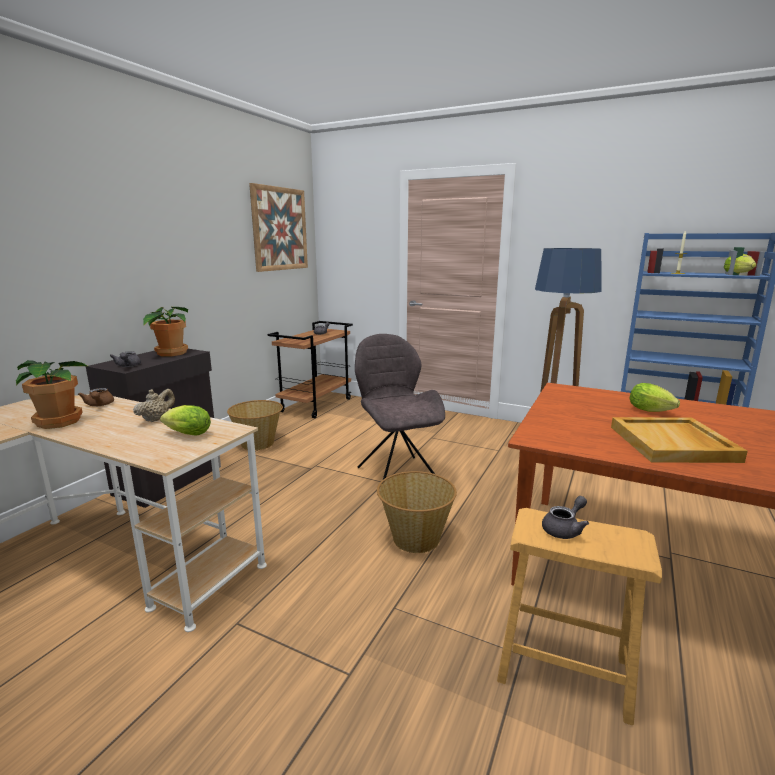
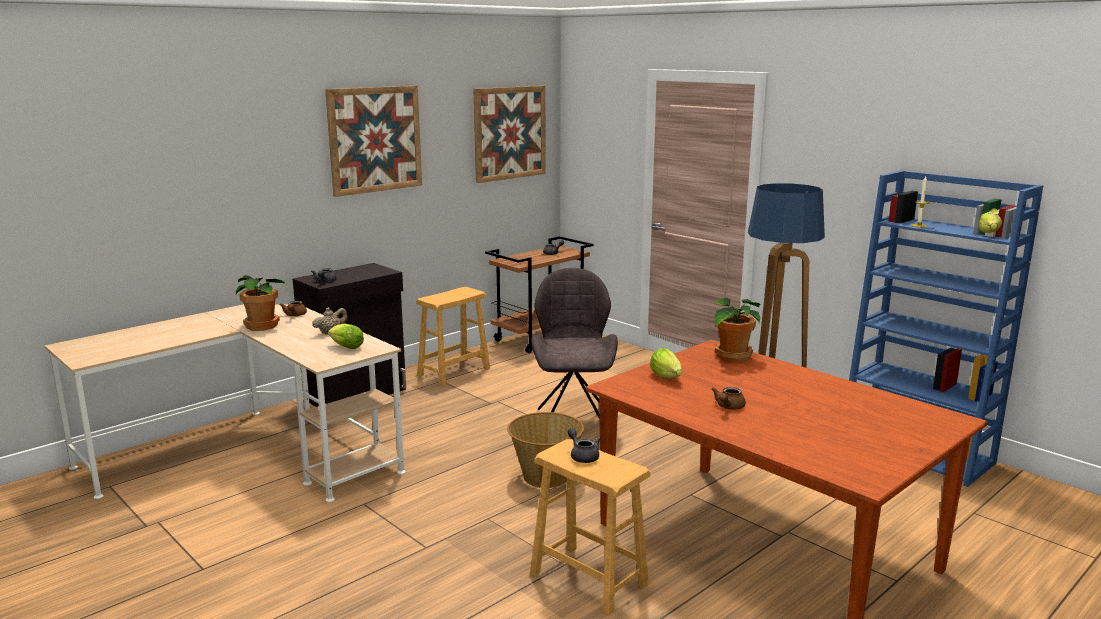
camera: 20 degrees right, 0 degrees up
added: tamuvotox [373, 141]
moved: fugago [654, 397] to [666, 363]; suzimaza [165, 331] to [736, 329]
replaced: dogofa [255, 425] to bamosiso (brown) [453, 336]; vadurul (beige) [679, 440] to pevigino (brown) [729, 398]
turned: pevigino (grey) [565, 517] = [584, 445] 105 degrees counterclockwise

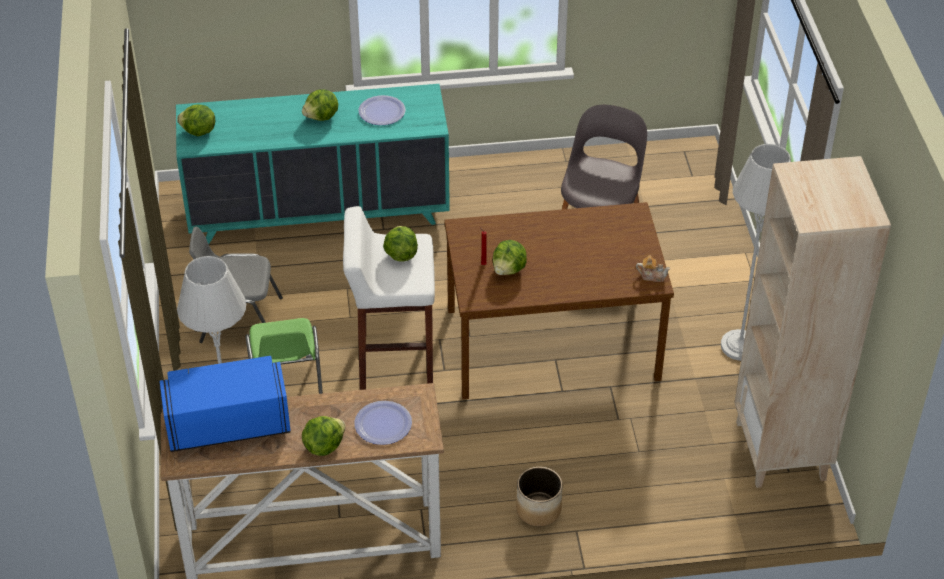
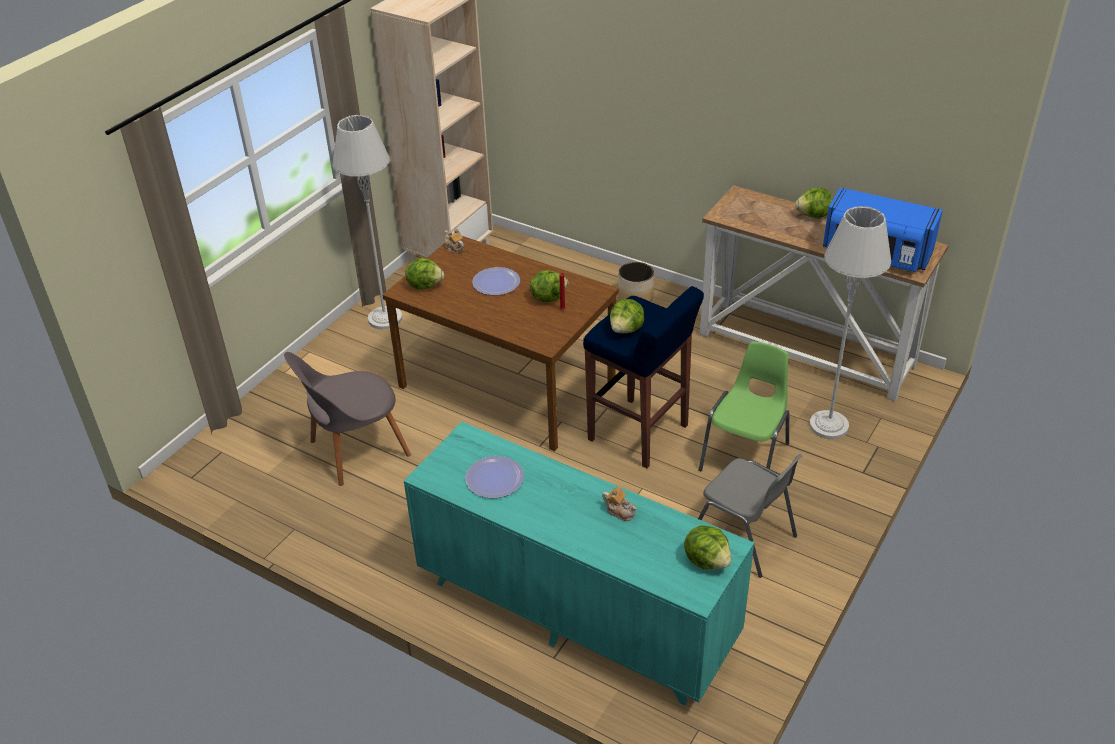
camera: 140 degrees left, 5 degrees down
added: pevigino [619, 504]
moved: fugago [320, 105] to [424, 274]; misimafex [383, 423] to [496, 281]
recoloured: bamosiso (white) [389, 298] to bamosiso (blue) [643, 377]

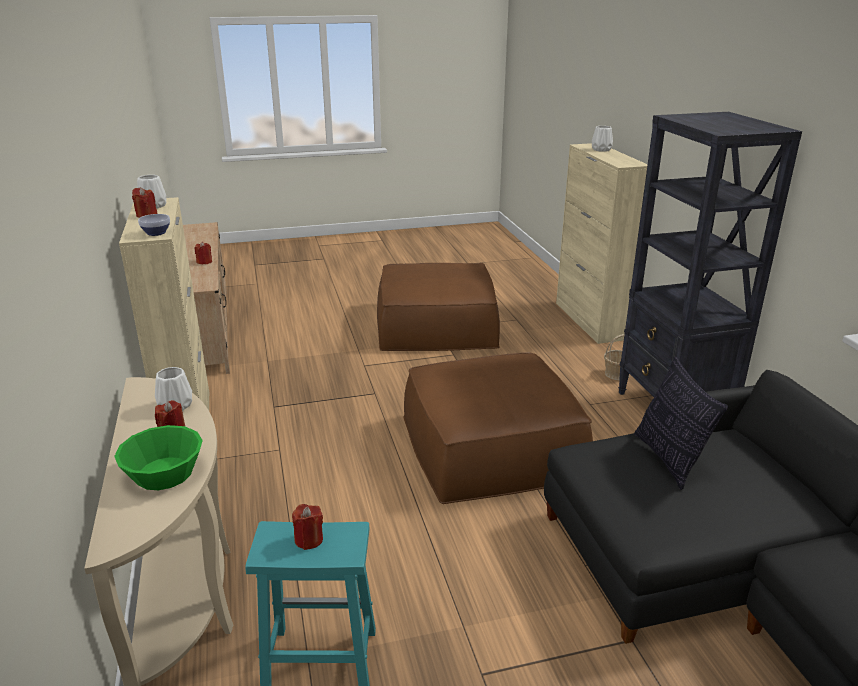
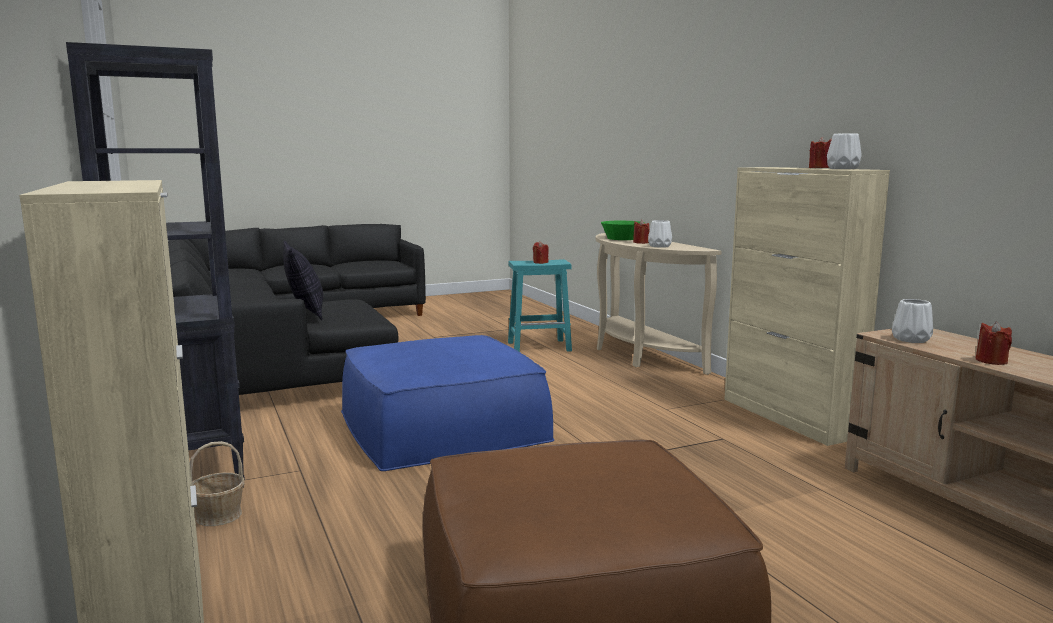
camera: 170 degrees right, 15 degrees down
removed: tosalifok [154, 225]
moved: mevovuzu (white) [602, 139] to [912, 321]
recoloured: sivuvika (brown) [498, 428] to sivuvika (blue) [447, 403]

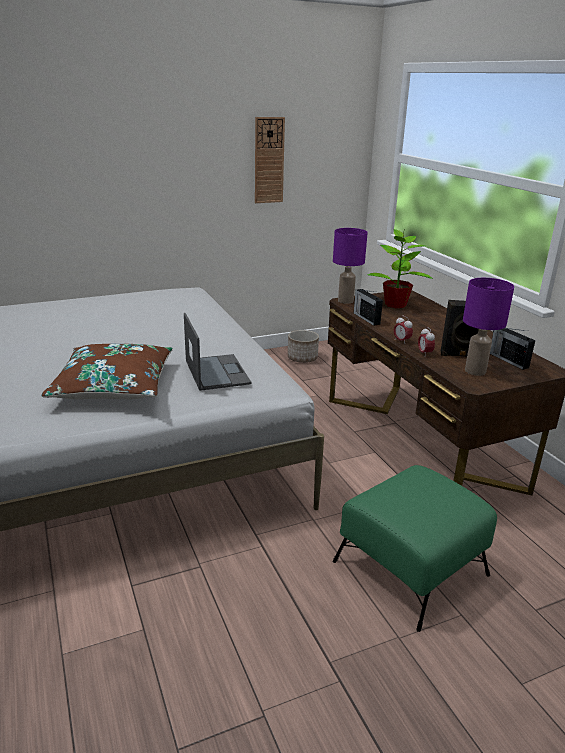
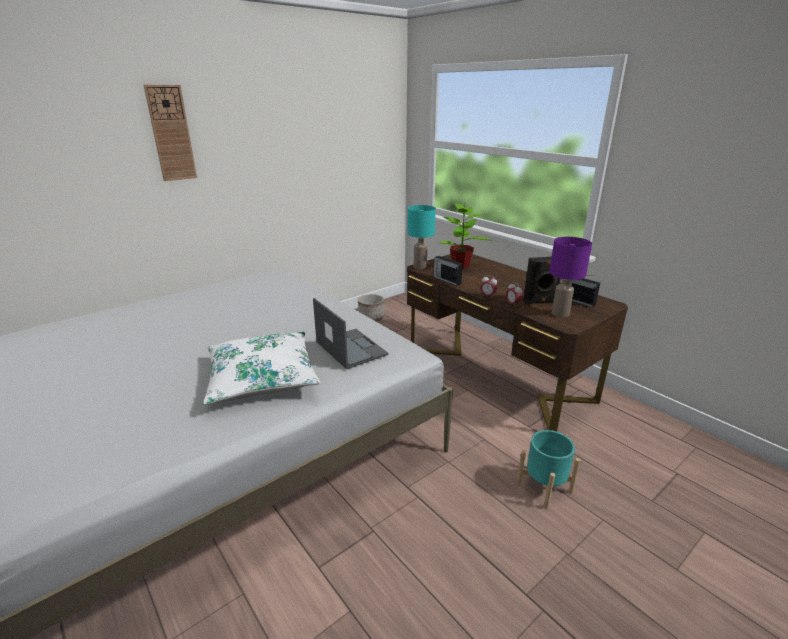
camera: 15 degrees left, 0 degrees up
moved: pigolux [270, 160] to [170, 133]
replaced: sivuvika (green) [415, 548] to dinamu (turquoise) [548, 470]
recoloured: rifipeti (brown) [107, 371] to rifipeti (white) [261, 368]; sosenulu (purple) [350, 266] to sosenulu (turquoise) [421, 237]

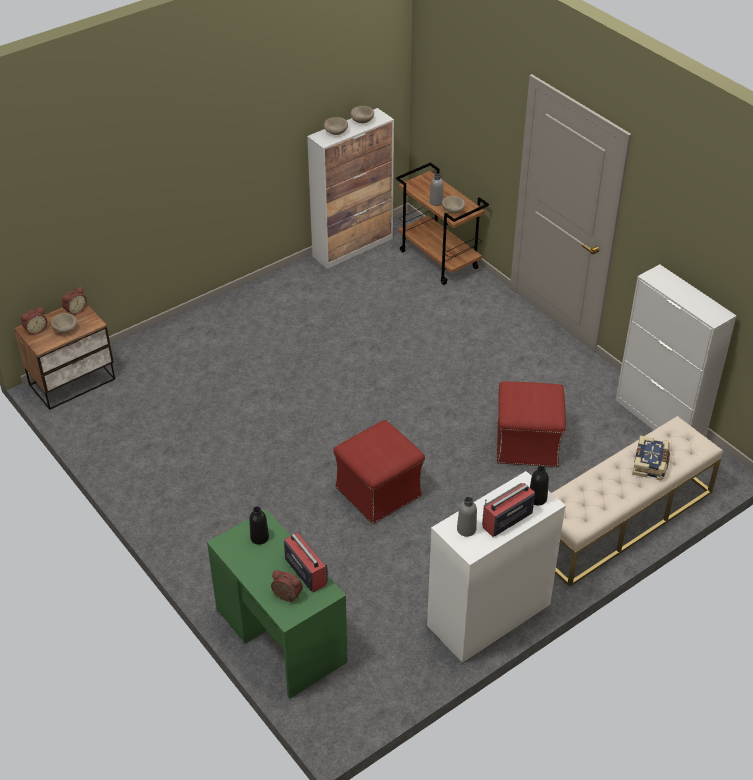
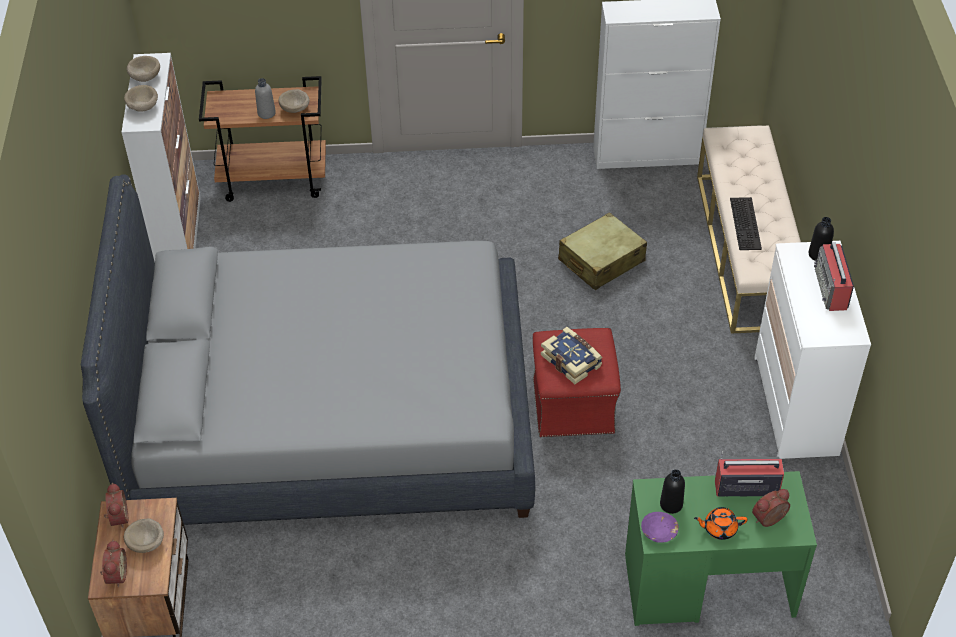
camera: 55 degrees left, 5 degrees up
removed: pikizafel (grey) [467, 517]
added: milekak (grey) [308, 349]; tosalifok (purple) [660, 527]; pevigino (orange) [720, 523]; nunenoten [746, 223]
moved: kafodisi [651, 458] to [572, 355]
replaced: sivuvika (red) [531, 424] to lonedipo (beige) [602, 251]

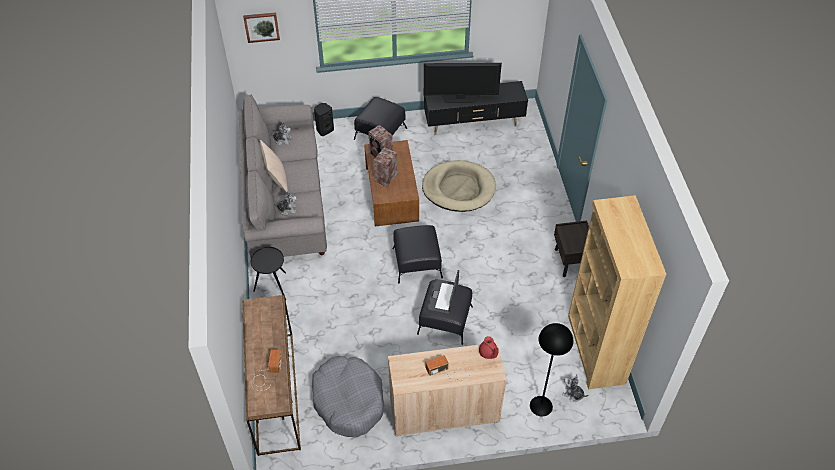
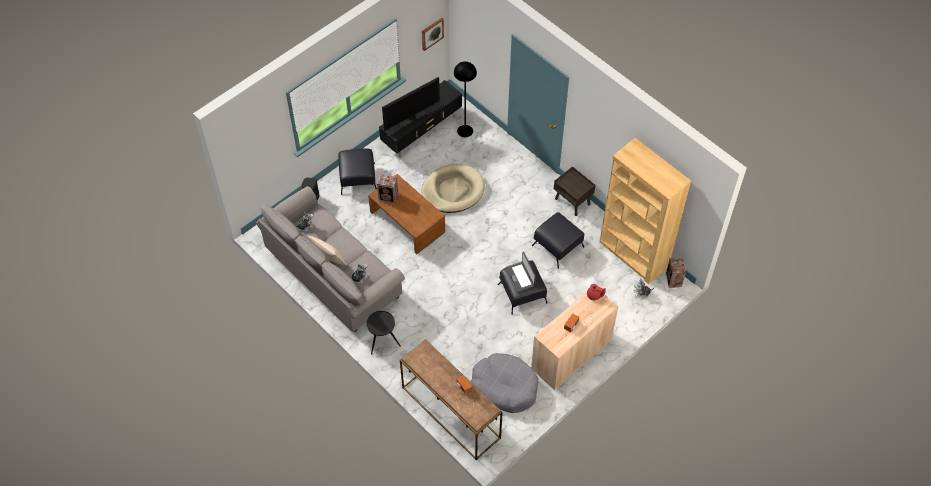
camera: 35 degrees left, 5 degrees up
moved: tamuvotox [261, 27] to [433, 34]; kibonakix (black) [551, 369] to [465, 99]; sivuvika (black) [417, 254] to [558, 240]; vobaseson [385, 167] to [676, 273]

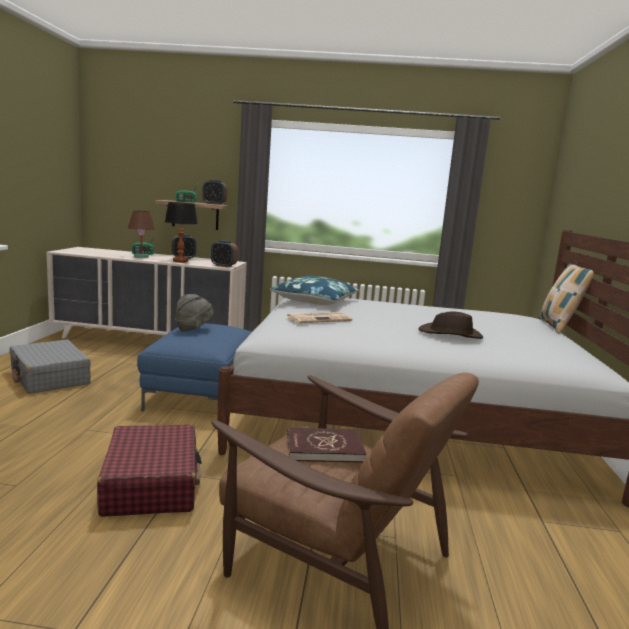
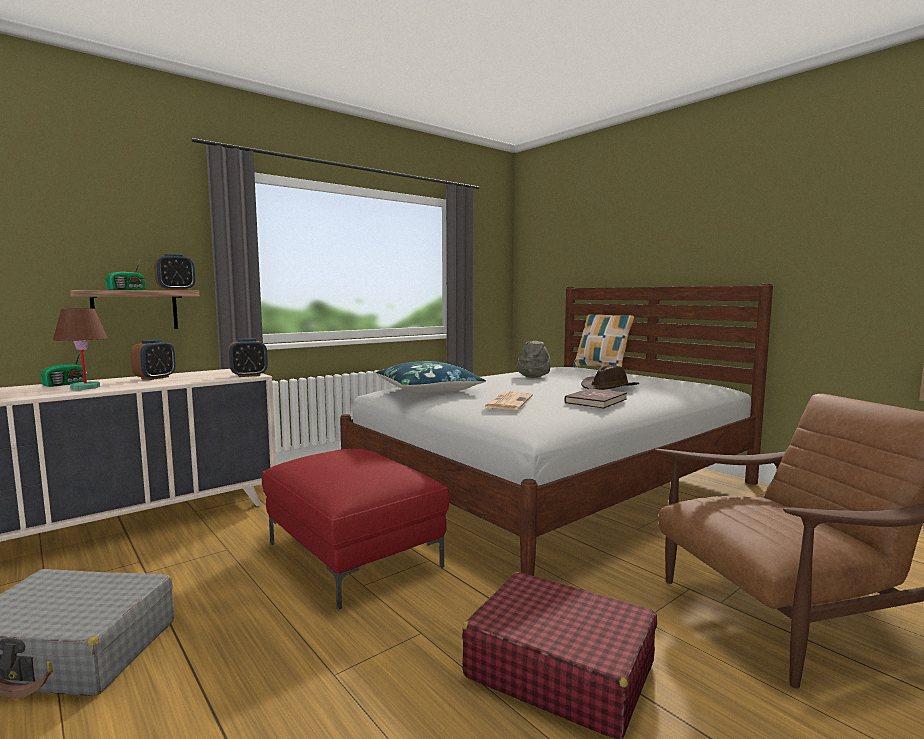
camera: 45 degrees left, 5 degrees down
removed: sosenulu [181, 232]
moved: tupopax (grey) [194, 312] to [534, 359]; kafodisi (red) [326, 445] to [596, 398]
recoloured: sivuvika (blue) [194, 367] to sivuvika (red) [356, 529]

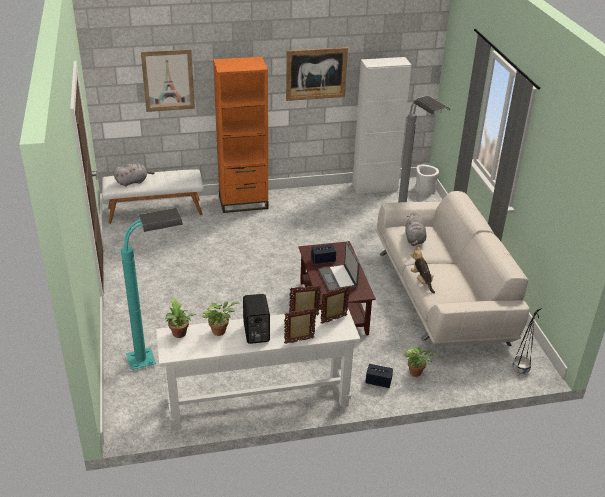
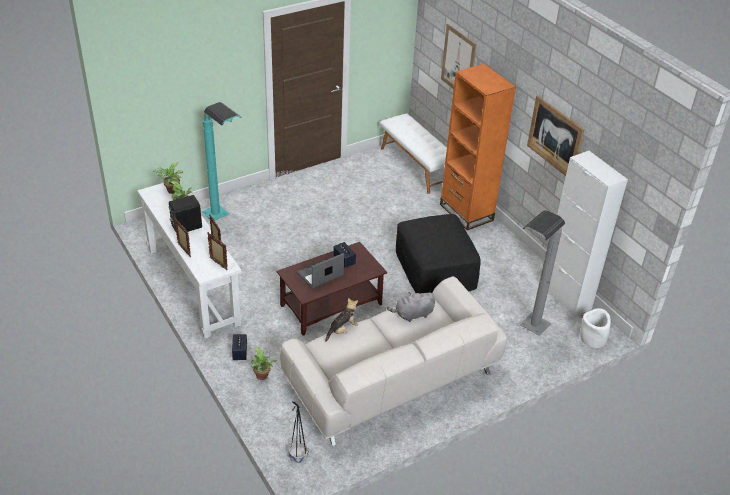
camera: 70 degrees right, 5 degrees up
removed: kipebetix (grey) [134, 175]
added: sivuvika (black) [438, 254]

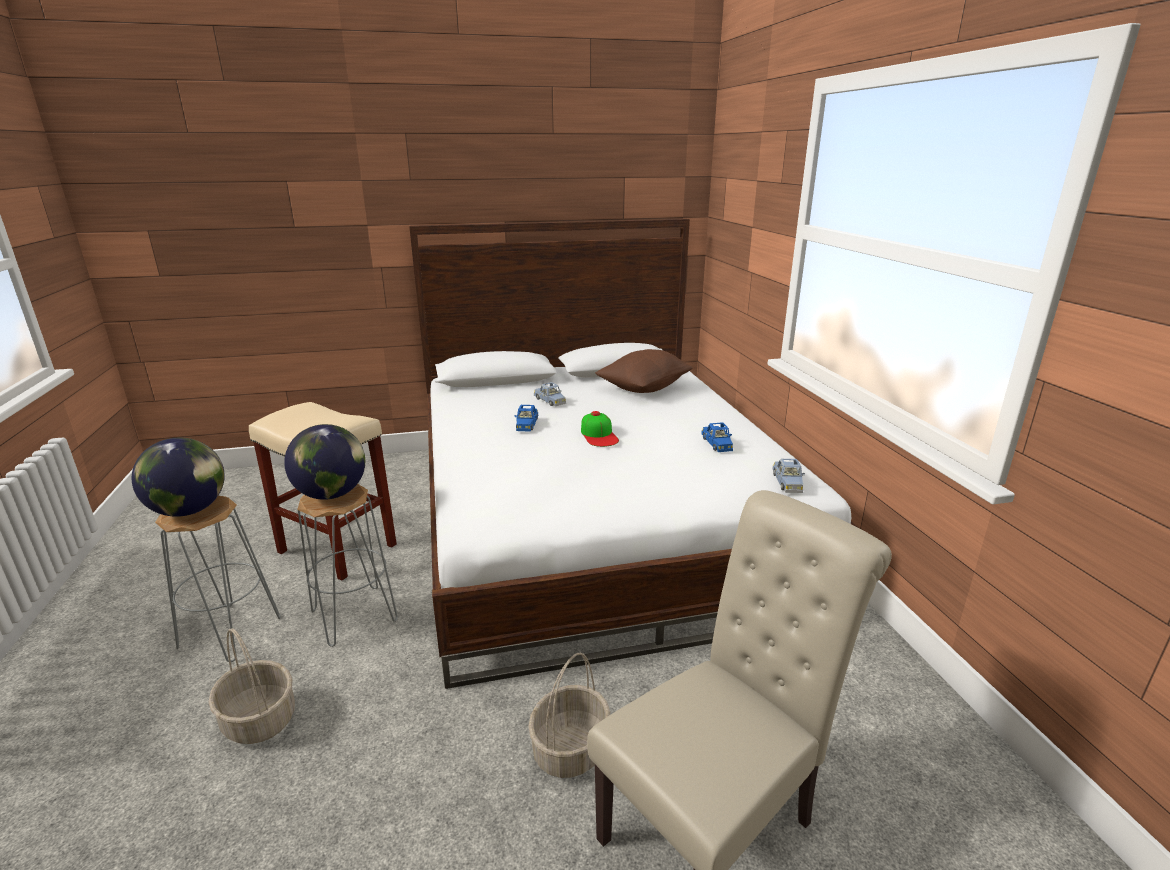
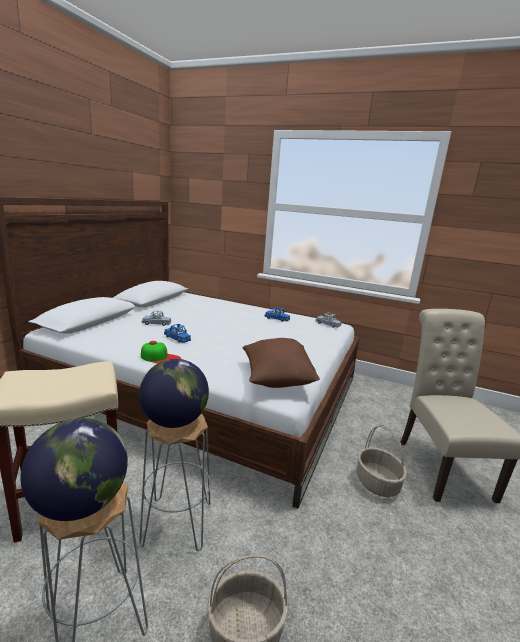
camera: 55 degrees left, 5 degrees down
moved: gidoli [600, 429] to [161, 352]; rifipeti (brown) [644, 371] to [281, 363]

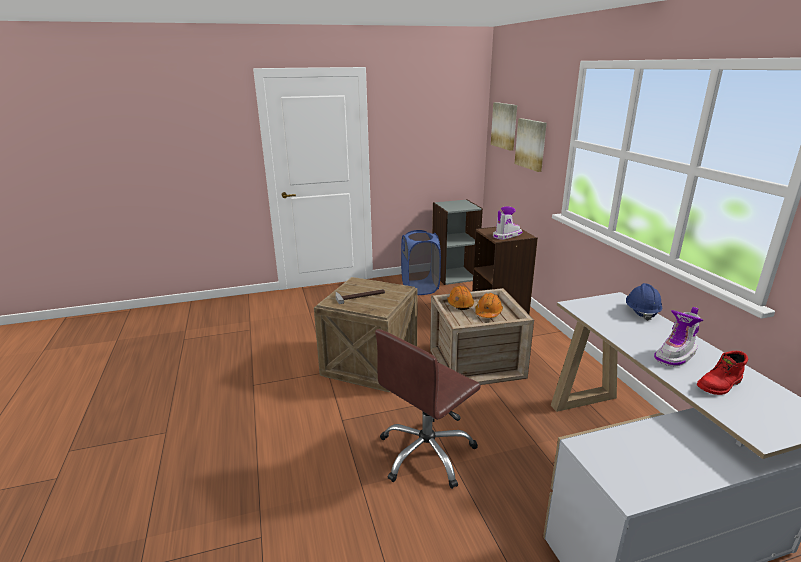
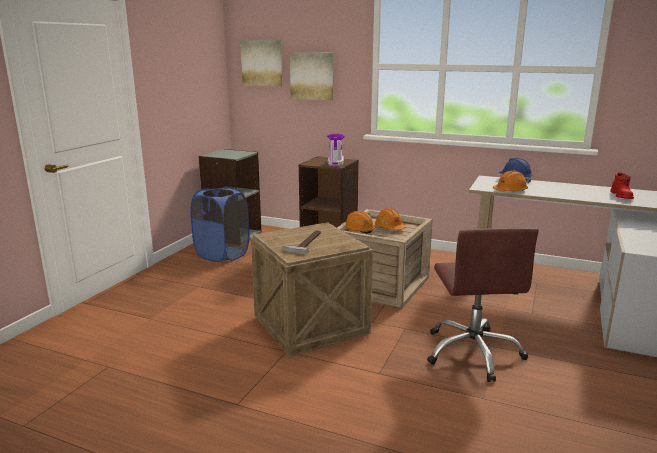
camera: 50 degrees left, 5 degrees down
removed: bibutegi [679, 337]
added: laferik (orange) [510, 181]

